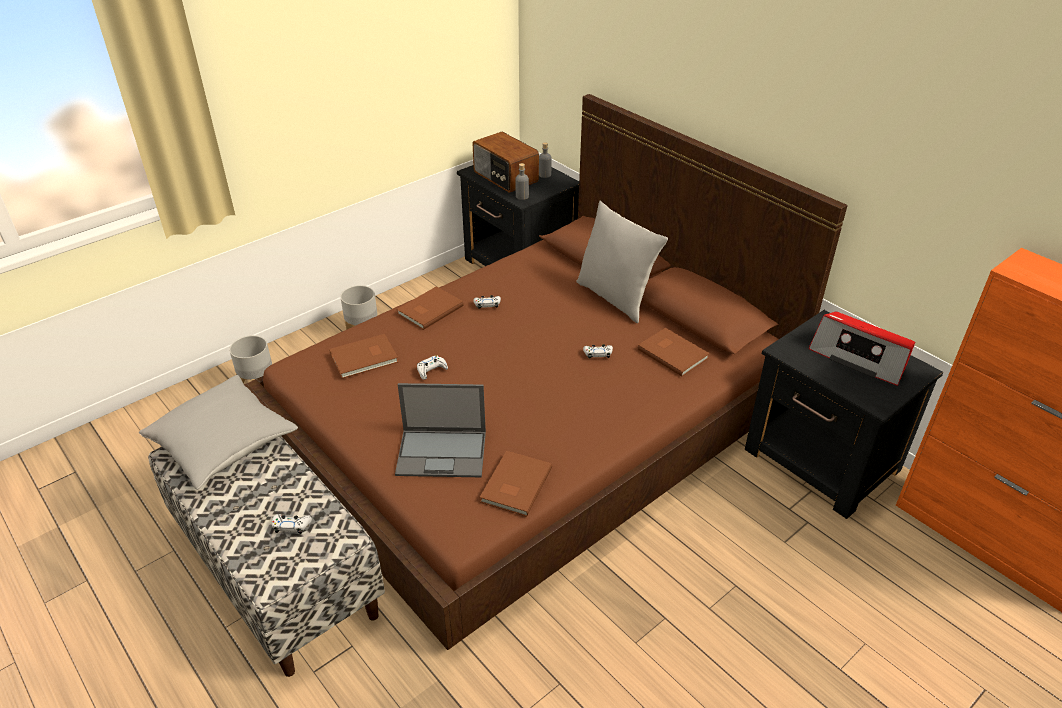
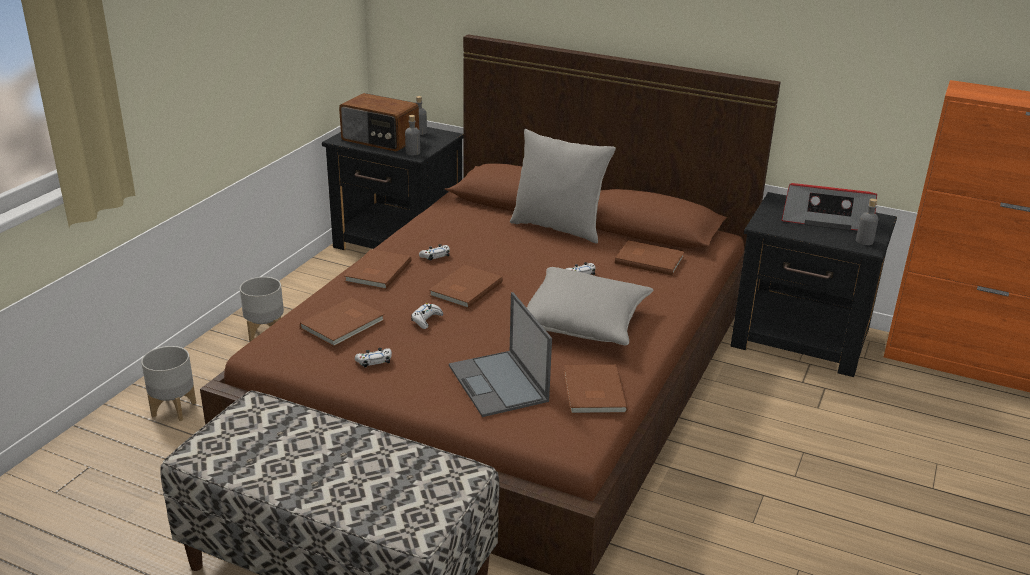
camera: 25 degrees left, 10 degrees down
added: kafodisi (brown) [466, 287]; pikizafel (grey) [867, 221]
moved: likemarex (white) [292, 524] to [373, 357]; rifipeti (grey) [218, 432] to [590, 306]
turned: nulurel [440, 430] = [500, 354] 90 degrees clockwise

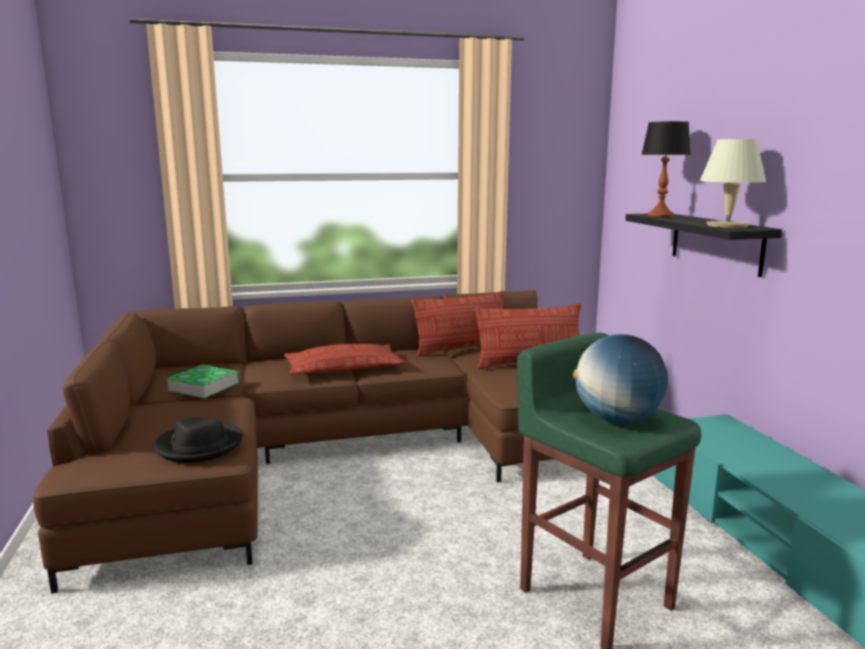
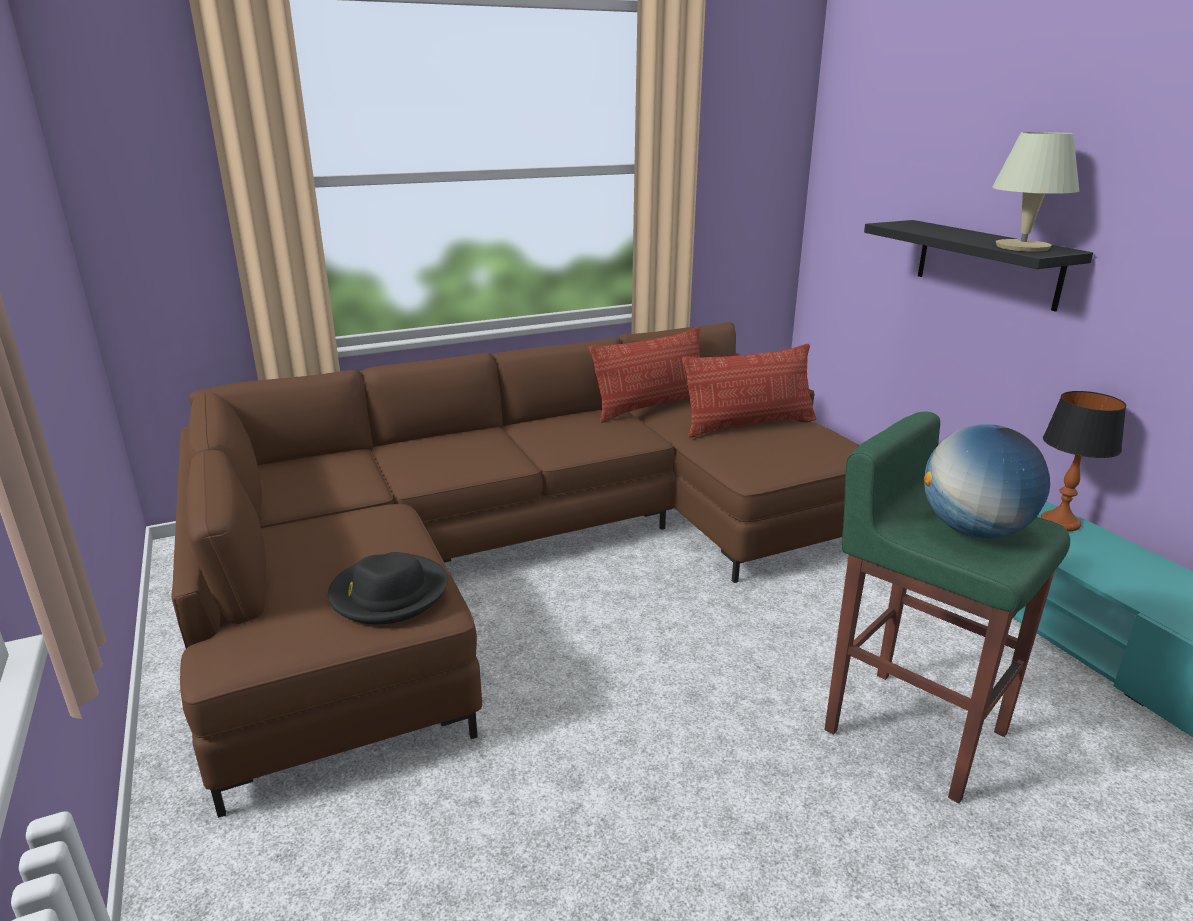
camera: 10 degrees left, 10 degrees up
removed: kafodisi [203, 382]; rifipeti [345, 359]
moved: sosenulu [666, 169] to [1083, 461]

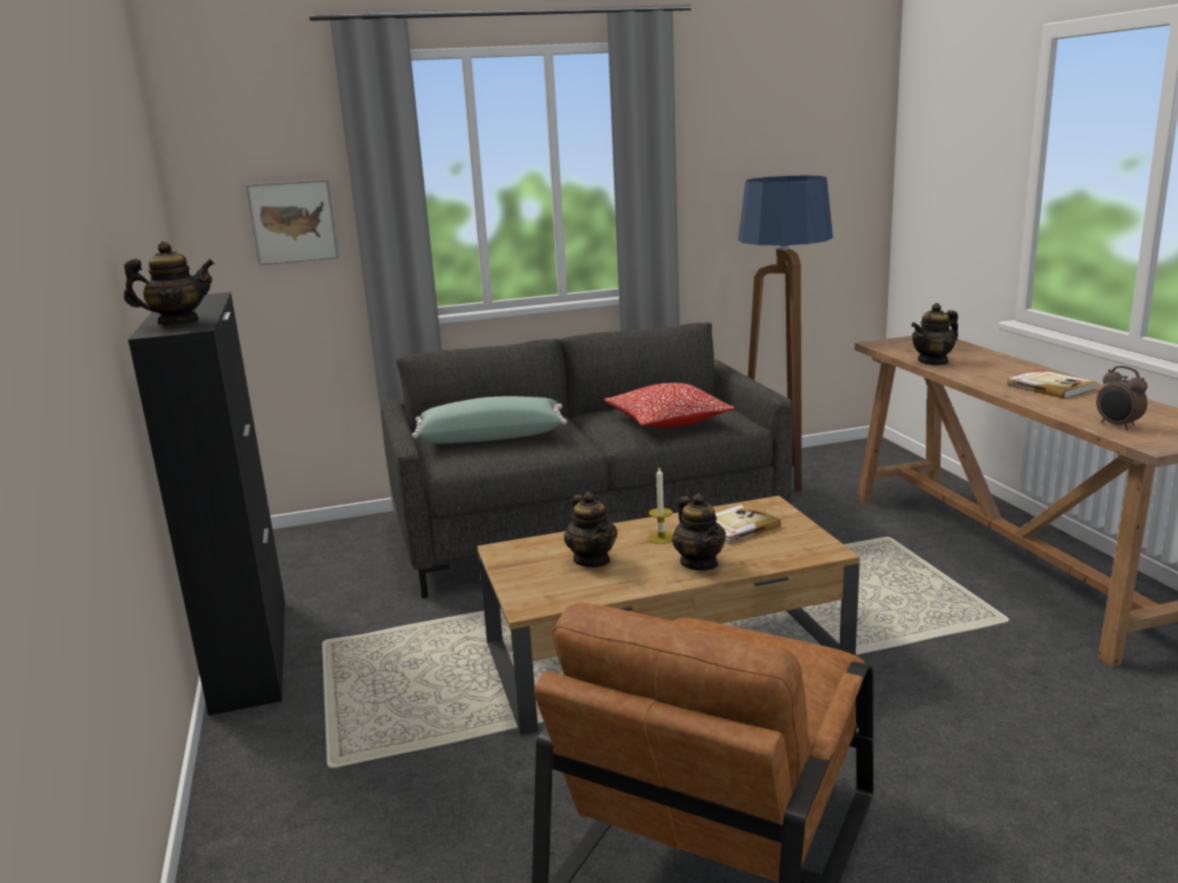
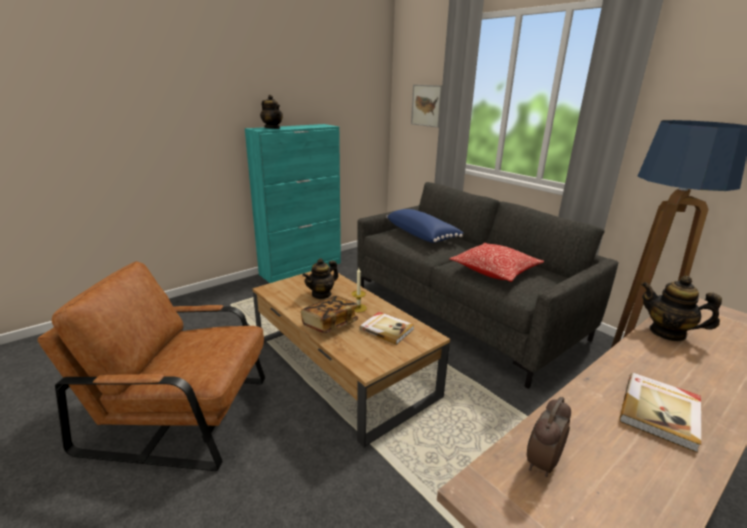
camera: 65 degrees right, 5 degrees up
replaced: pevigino [699, 532] to kafodisi [329, 315]
recoloured: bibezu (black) [206, 504] to bibezu (turquoise) [293, 203]; rifipeti (green) [489, 419] to rifipeti (blue) [424, 226]

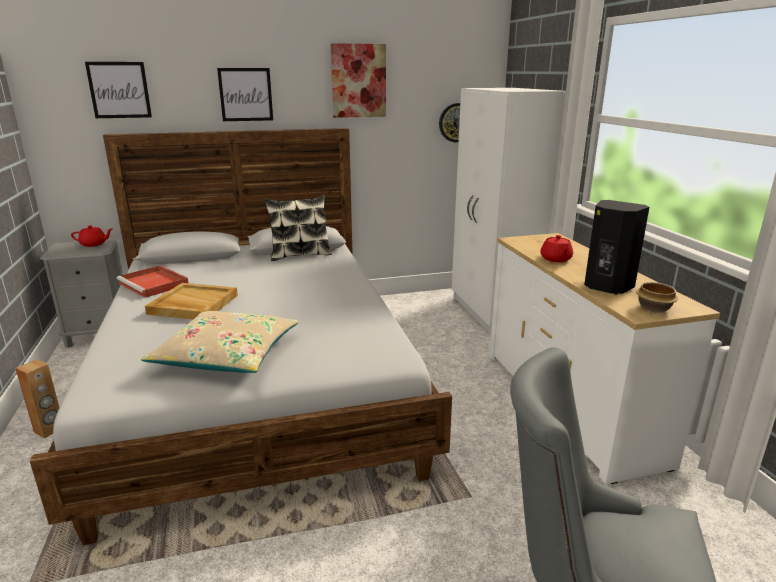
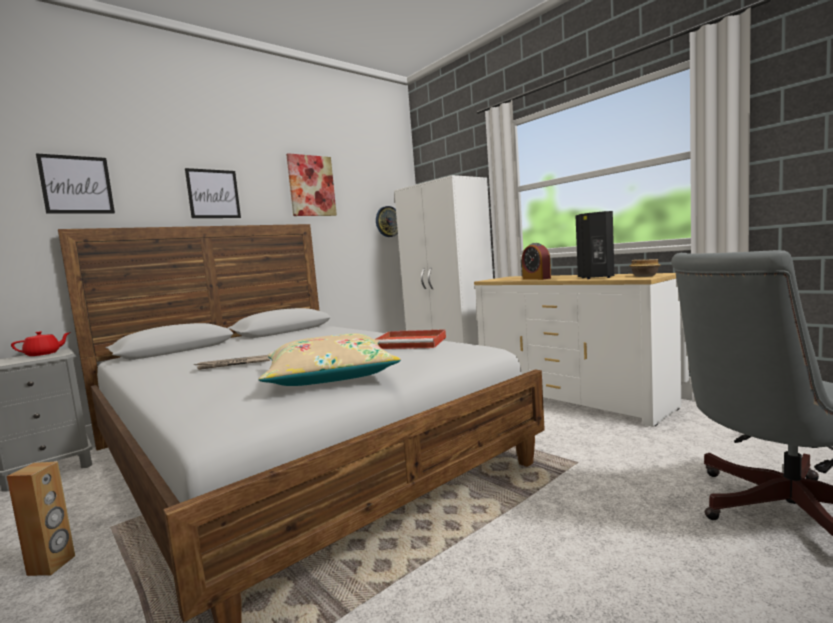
camera: 25 degrees left, 15 degrees down
removed: rifipeti [298, 227]
moved: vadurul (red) [152, 281] to [411, 339]
replaced: vadurul (beige) [191, 301] to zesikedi [232, 362]; pevigino (red) [556, 248] to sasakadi [536, 261]

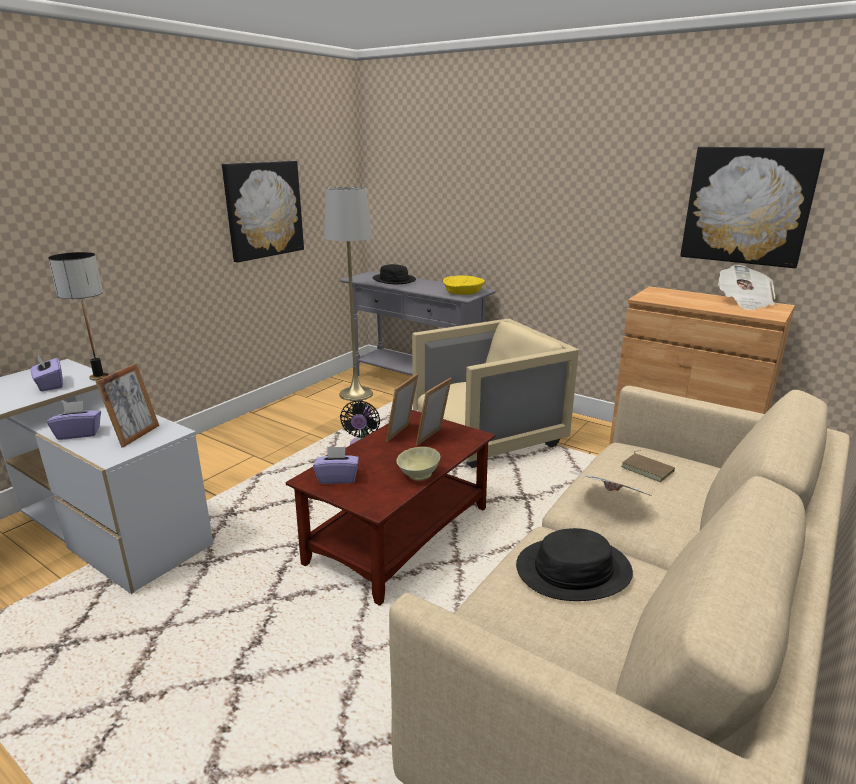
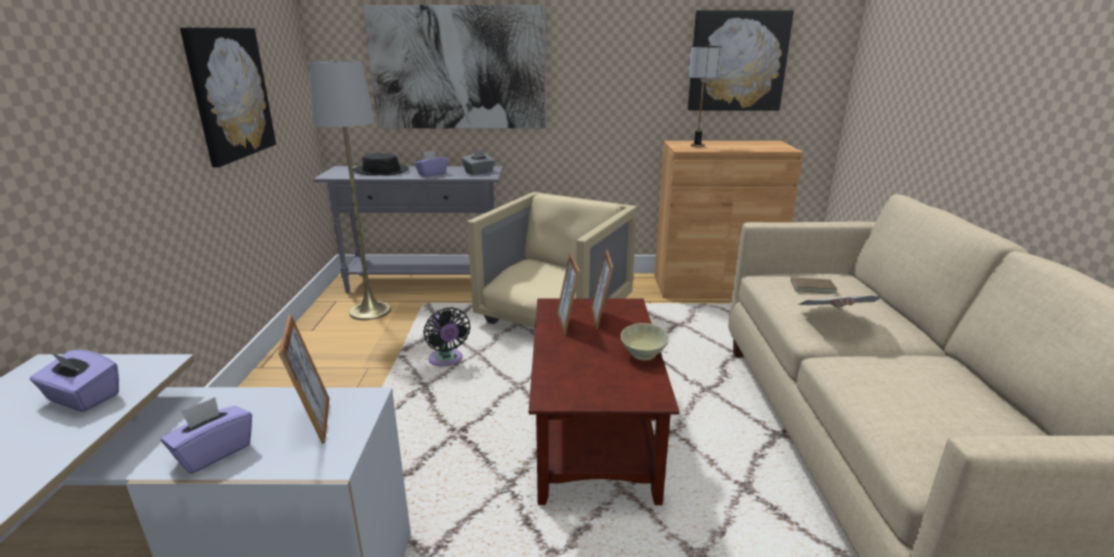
camera: 35 degrees left, 0 degrees up
removed: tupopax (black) [574, 564]; zesikedi [746, 287]
added: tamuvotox [454, 66]
moved: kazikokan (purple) [336, 465] to [431, 163]; sosenulu [78, 316] to [705, 96]
replaced: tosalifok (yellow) [464, 285] to kazikokan (grey) [478, 162]

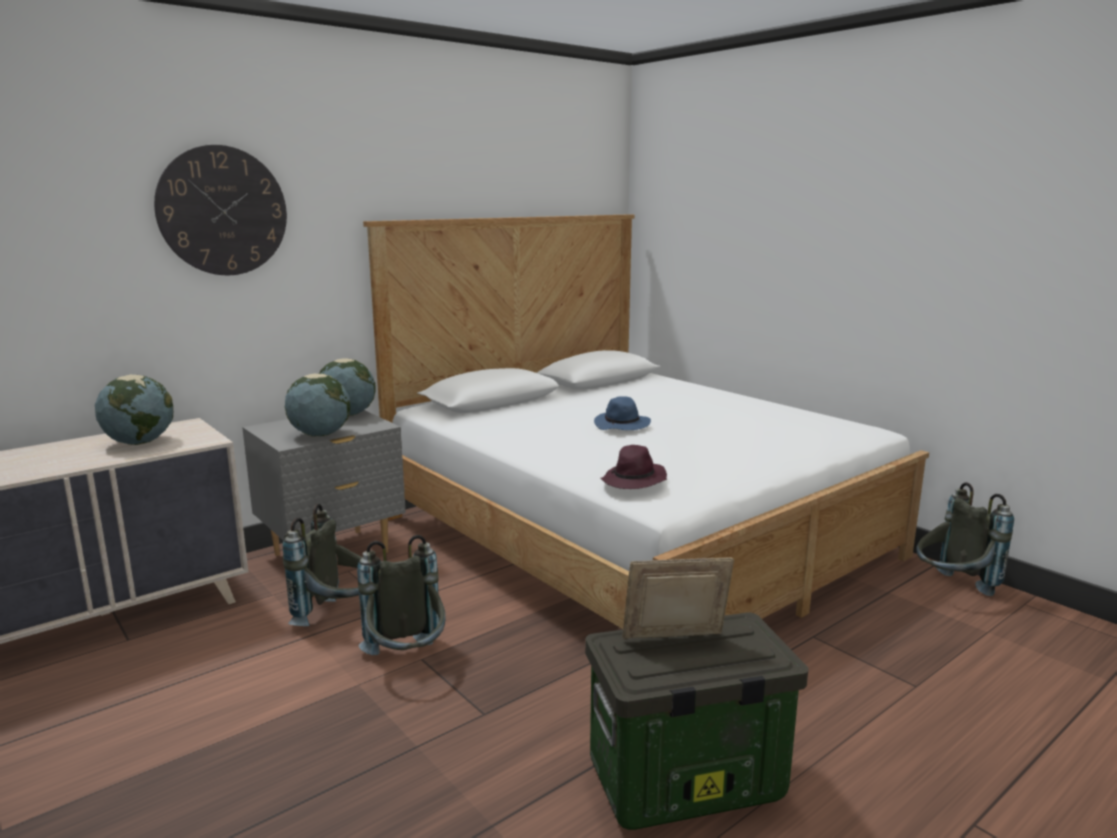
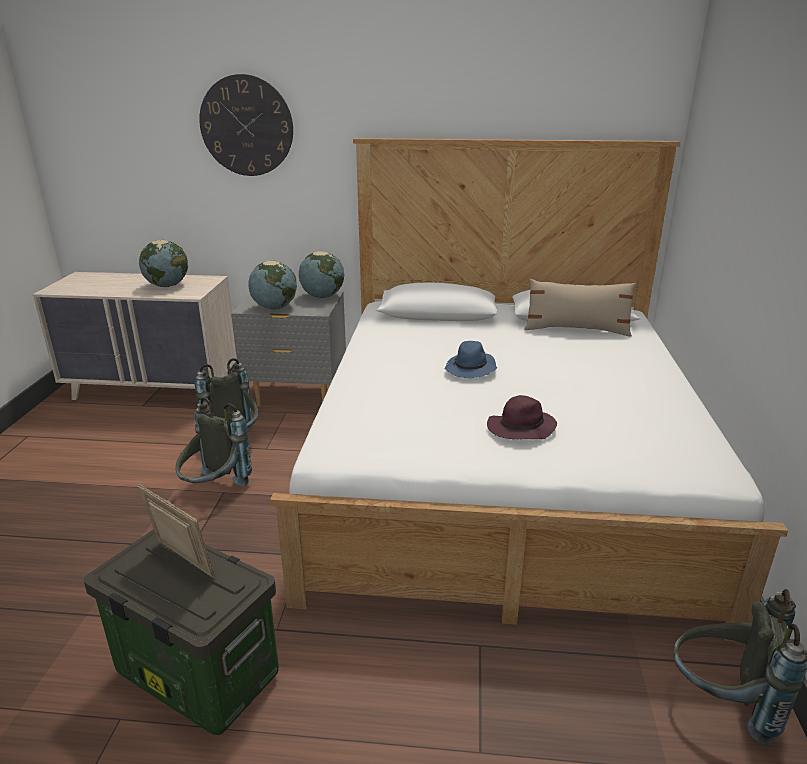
camera: 45 degrees right, 10 degrees up
added: rifipeti (beige) [580, 307]
moved: tupopax (purple) [633, 467] to [522, 417]

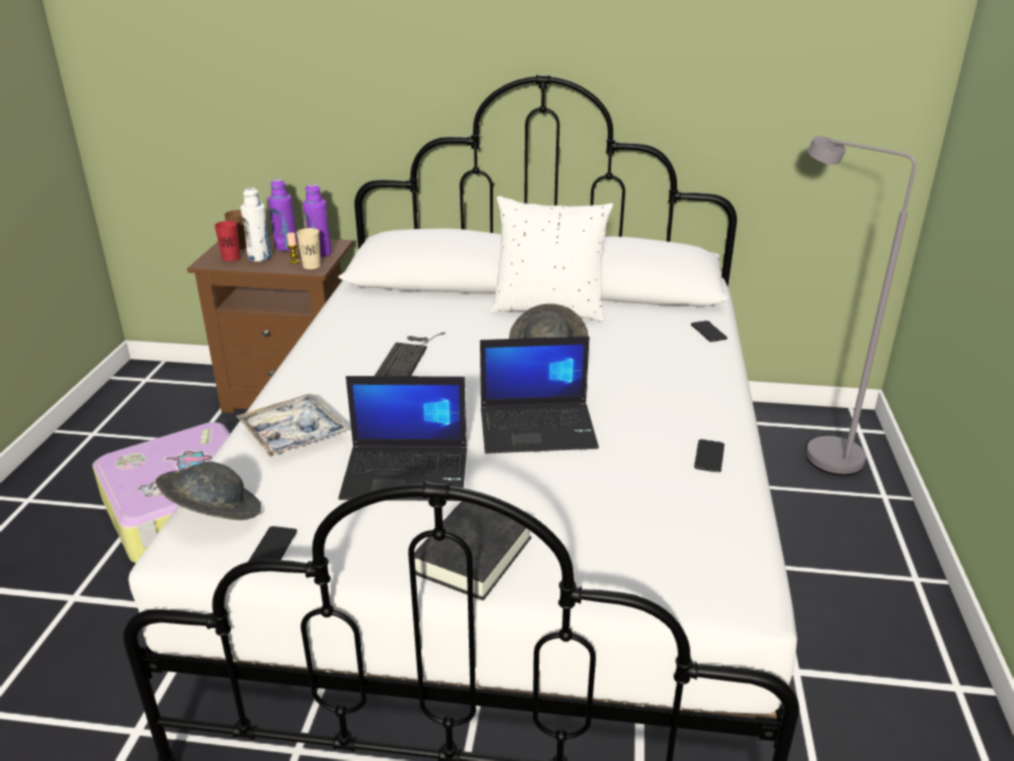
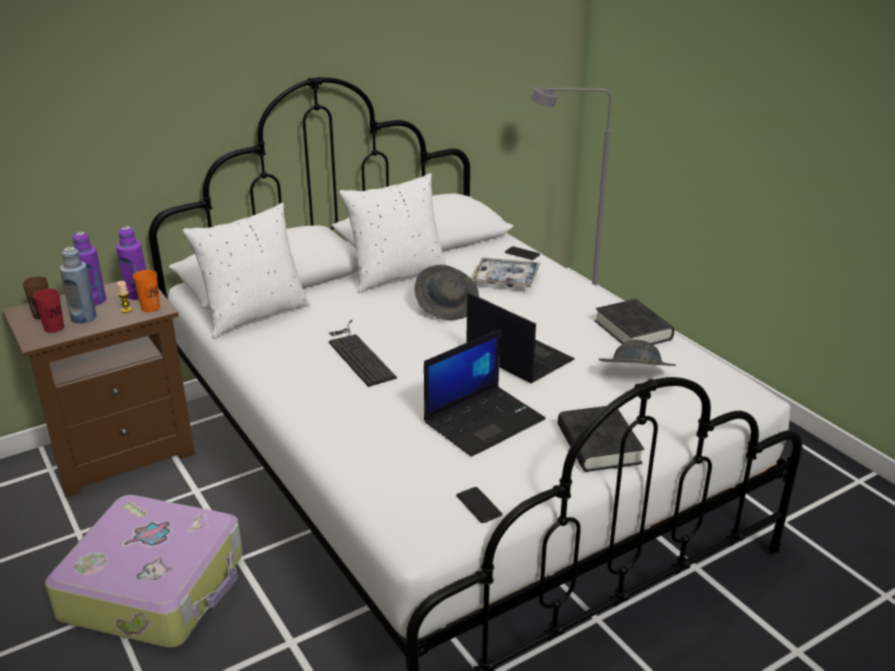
camera: 40 degrees left, 0 degrees up
added: rifipeti (white) [246, 270]
moved: vadurul [293, 425] to [505, 272]; tupopax (grey) [208, 490] to [637, 353]
replaced: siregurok [709, 455] to kafodisi (black) [635, 322]
recoloured: pikizafel (white) [256, 225] to pikizafel (blue) [78, 285]; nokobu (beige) [308, 248] to nokobu (orange) [146, 291]
turned: nulurel [539, 395] = [520, 337] 90 degrees counterclockwise

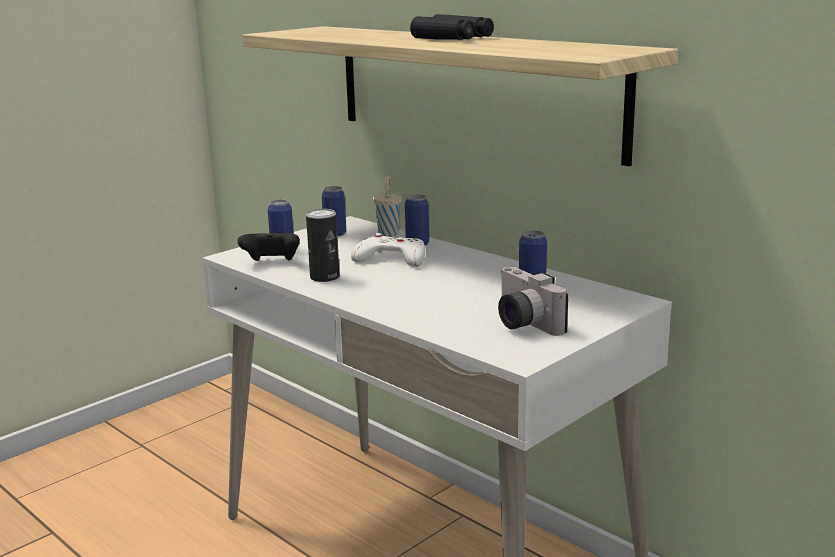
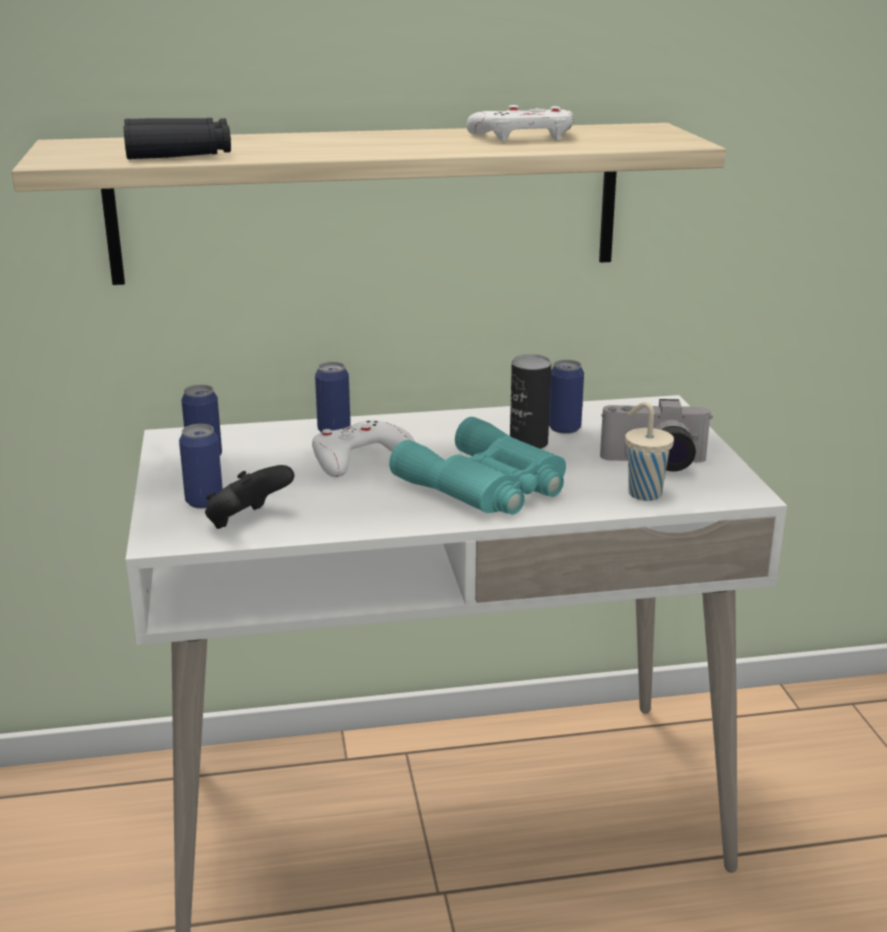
camera: 55 degrees left, 5 degrees up
added: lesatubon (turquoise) [477, 466]; likemarex (white) [520, 123]
moved: lesatubon (black) [452, 27] to [177, 138]; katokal [323, 245] to [530, 401]; nokobu (beige) [387, 206] to [649, 451]

